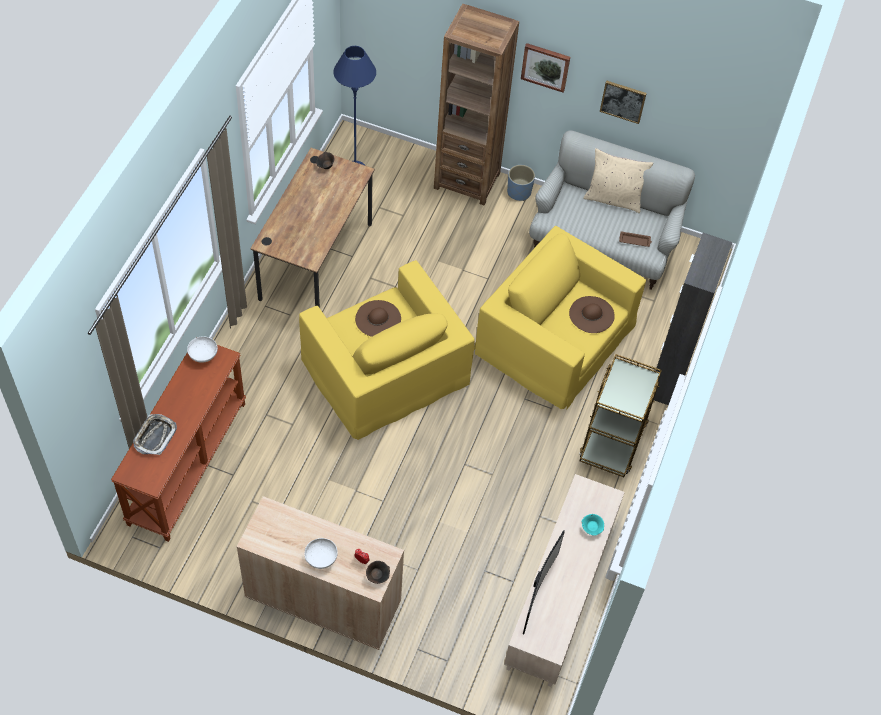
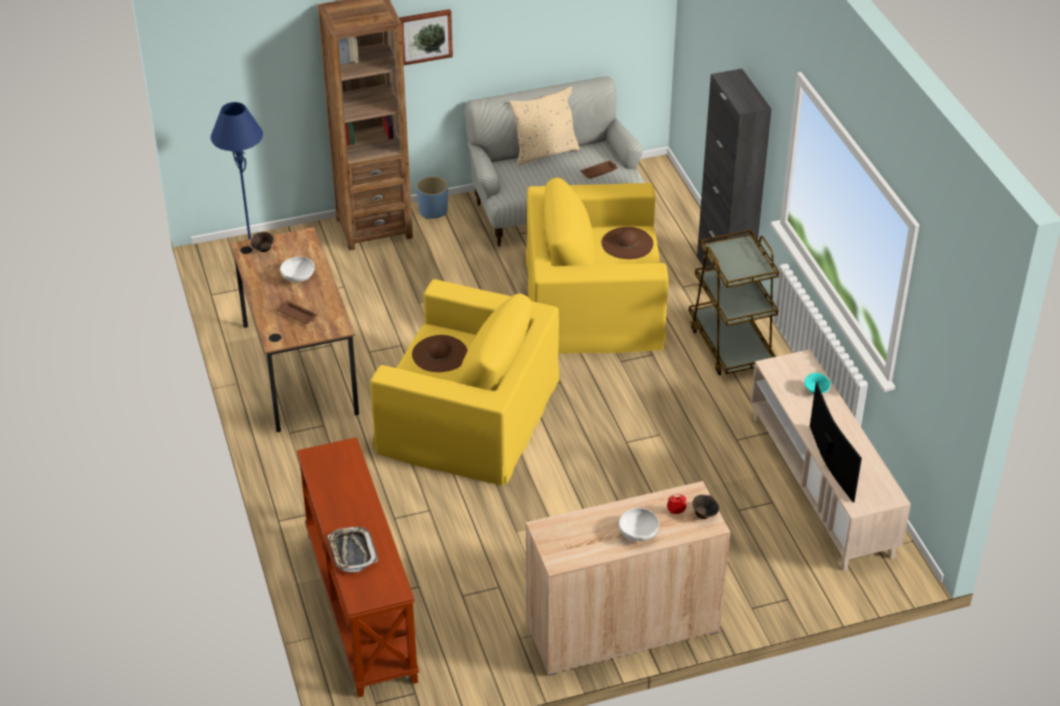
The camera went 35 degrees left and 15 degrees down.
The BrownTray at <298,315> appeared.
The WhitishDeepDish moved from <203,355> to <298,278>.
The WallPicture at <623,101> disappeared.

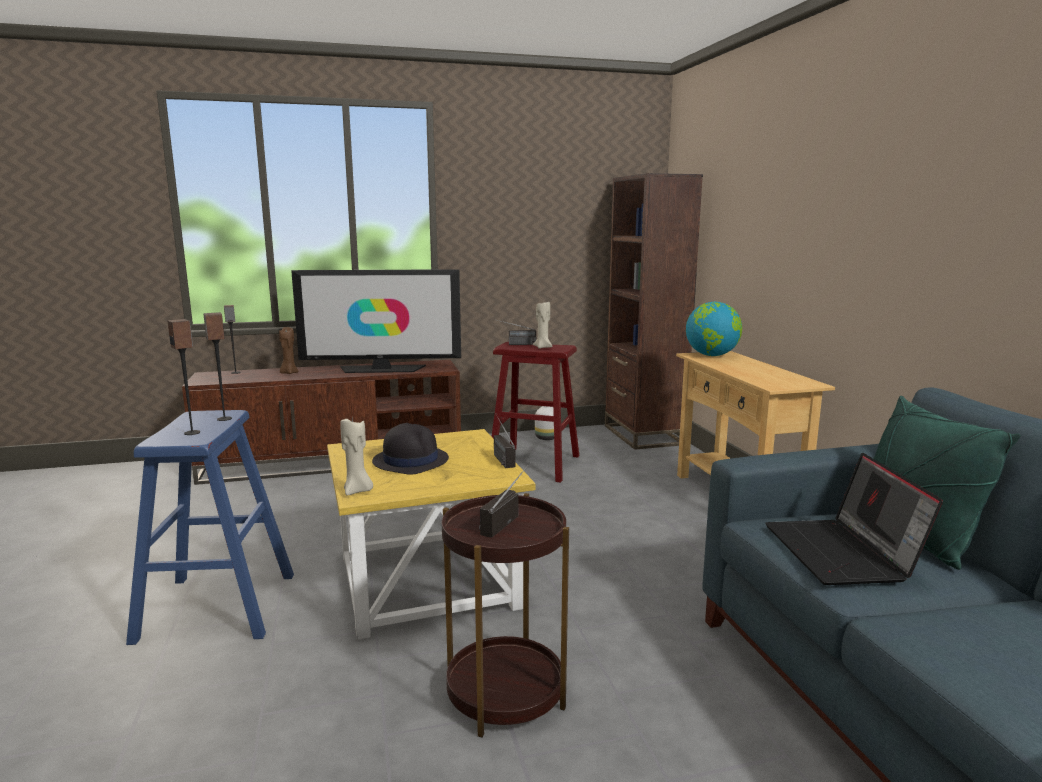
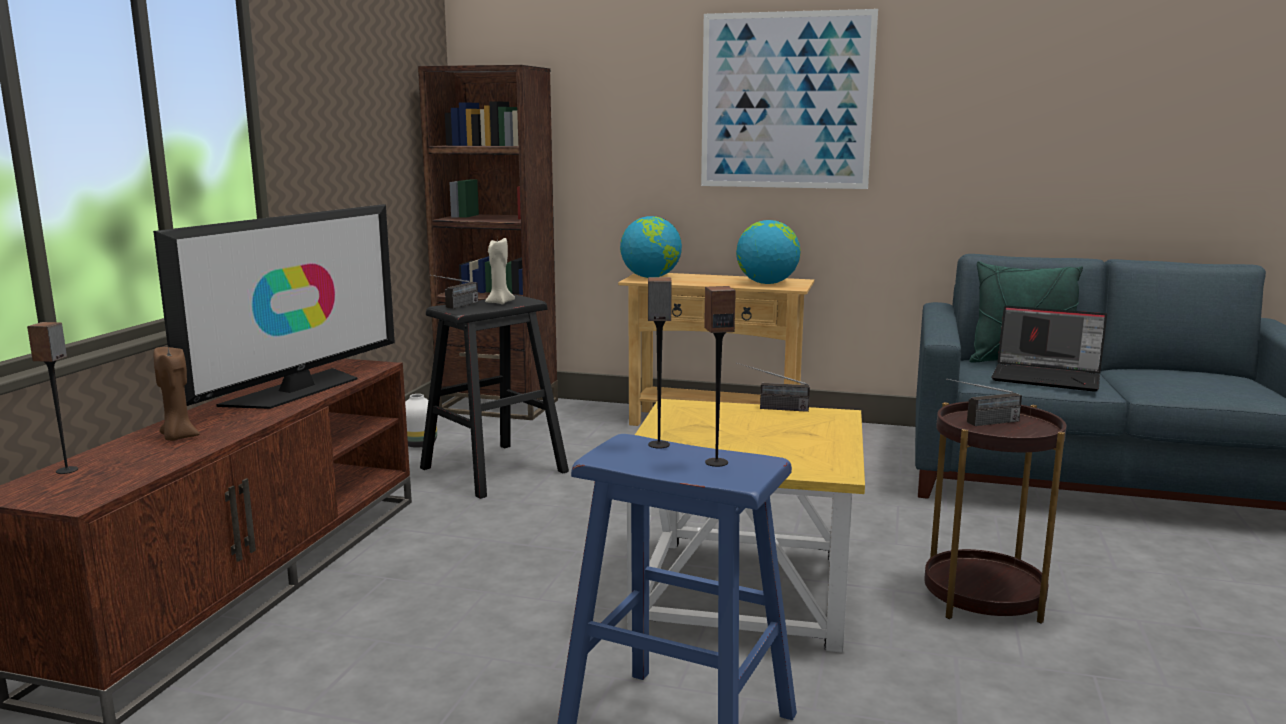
The camera went 60 degrees left and 0 degrees up.
The RedColouredSittingStool at <534,464> became the BlackColouredSittingStool at <494,470>.
The WallPicture at <786,101> appeared.
The WorldGlobe at <767,283> appeared.
The RadioReceiver at <505,519> turned 75 degrees counterclockwise.
The BeigeColouredCandle at <357,491> disappeared.
The BlackColouredWearableHat at <410,460> disappeared.

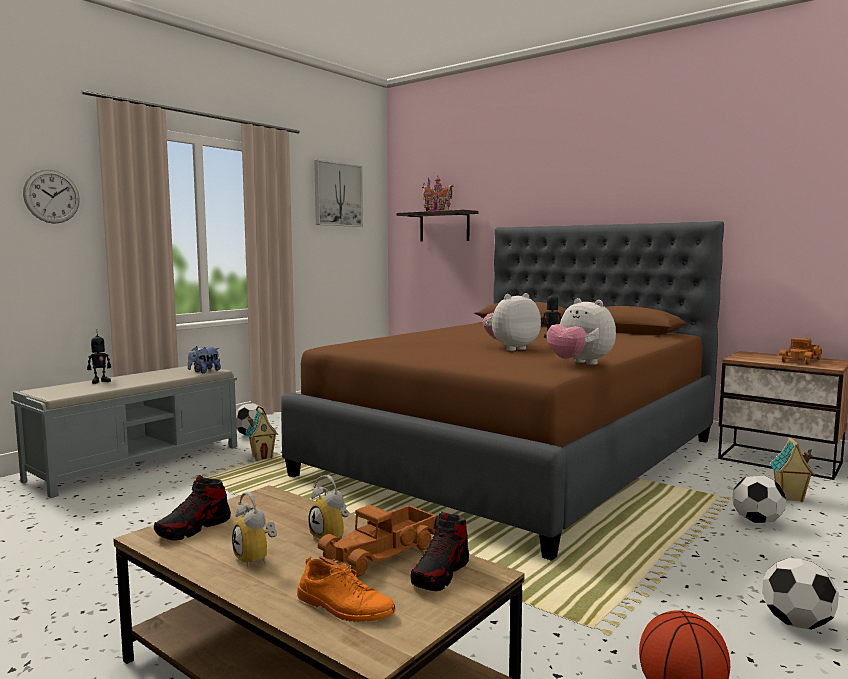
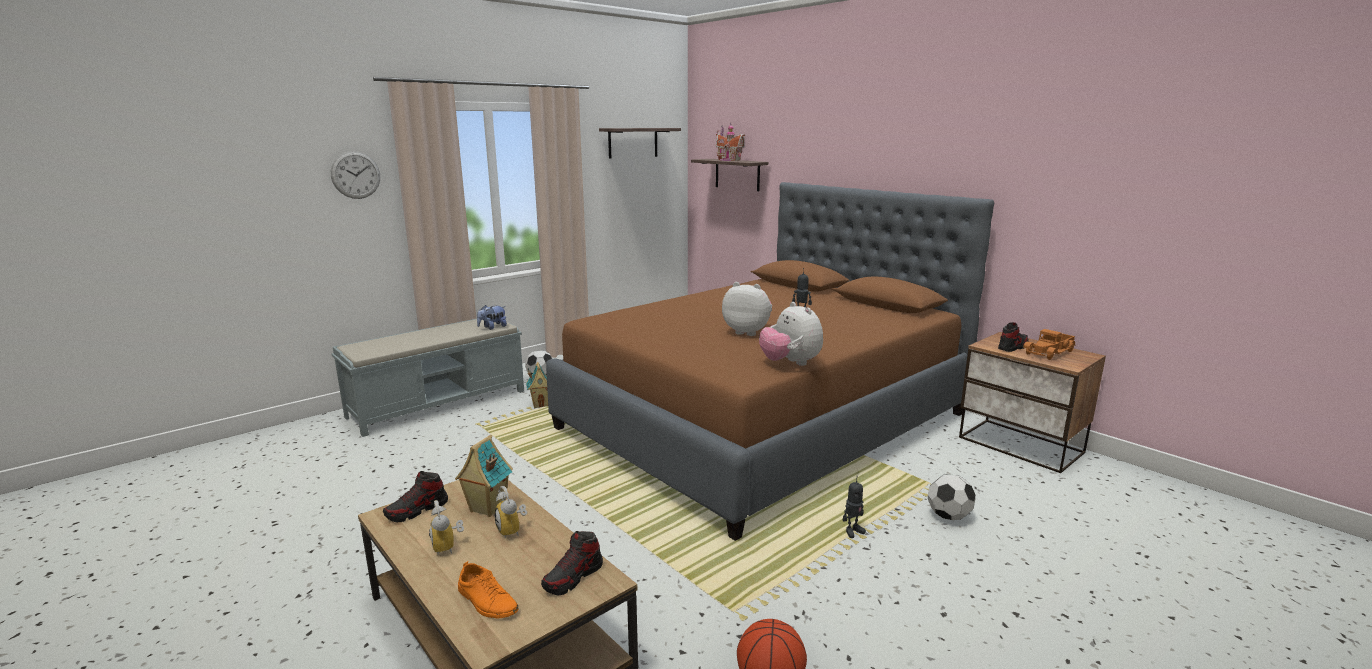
The camera went 10 degrees right and 10 degrees up.
The ModelHouse moved from <789,498> to <486,508>.
The WallPicture at <338,194> was replaced by the Shelf at <633,142>.
The CuddlyToy at <511,348> turned 45 degrees clockwise.
The ToyRobot moved from <100,381> to <852,531>.
The LowShoe at <1012,347> appeared.
The ModelTruck at <382,553> disappeared.
The FootballBall at <797,623> disappeared.

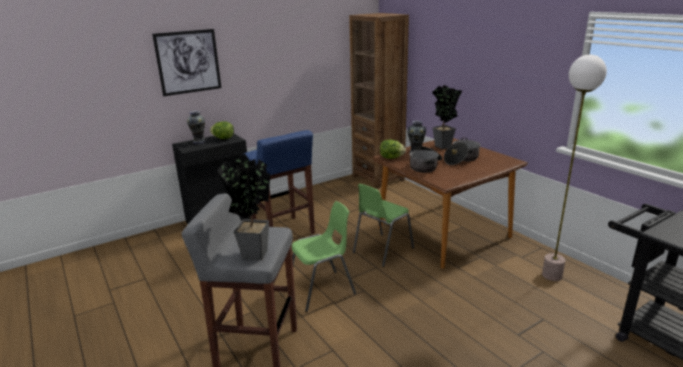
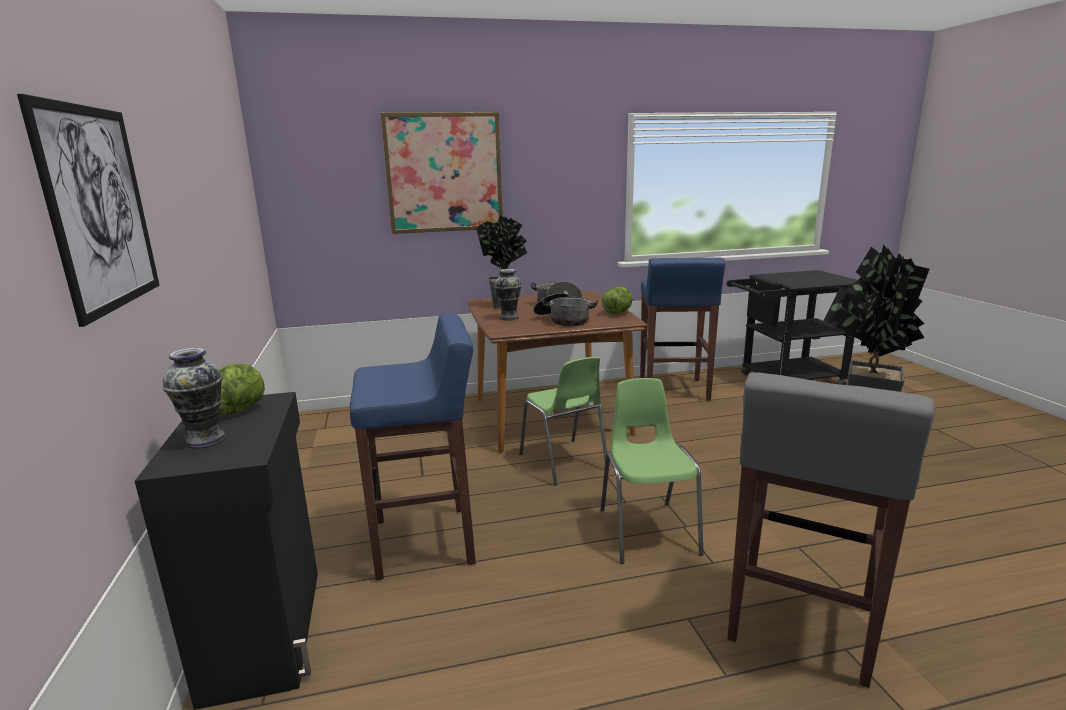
The camera went 70 degrees left and 5 degrees down.
The WallPicture at <444,173> appeared.
The Lettuce moved from <391,158> to <617,313>.
The FloorLamp at <551,275> was replaced by the BluishSittingStool at <673,390>.
The BrownBookshelf at <378,178> disappeared.

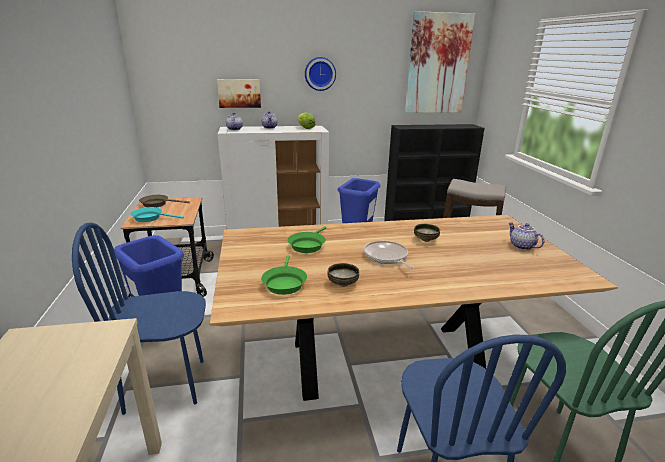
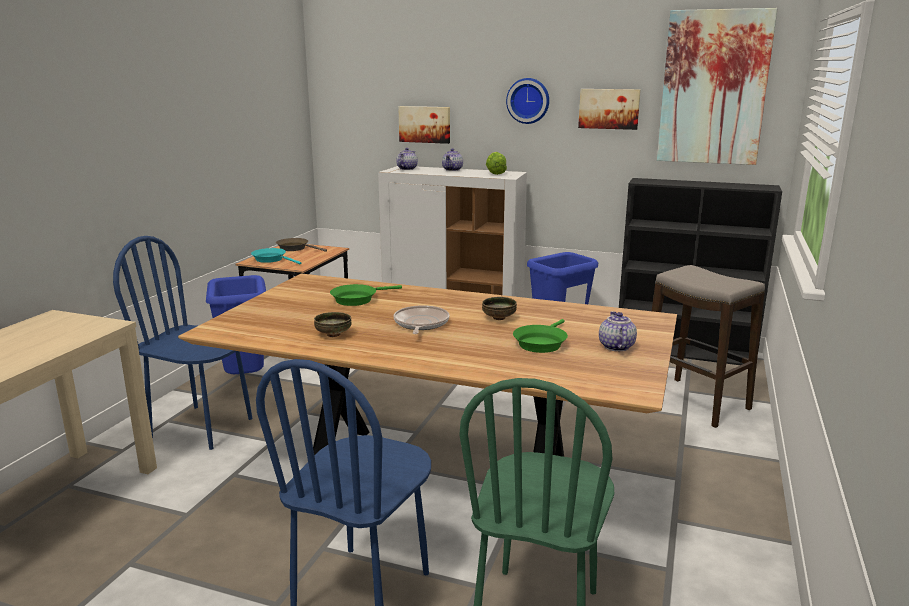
The camera went 30 degrees right and 5 degrees down.
The GreenSkillet moved from <284,283> to <541,343>.
The WallPicture at <609,108> appeared.

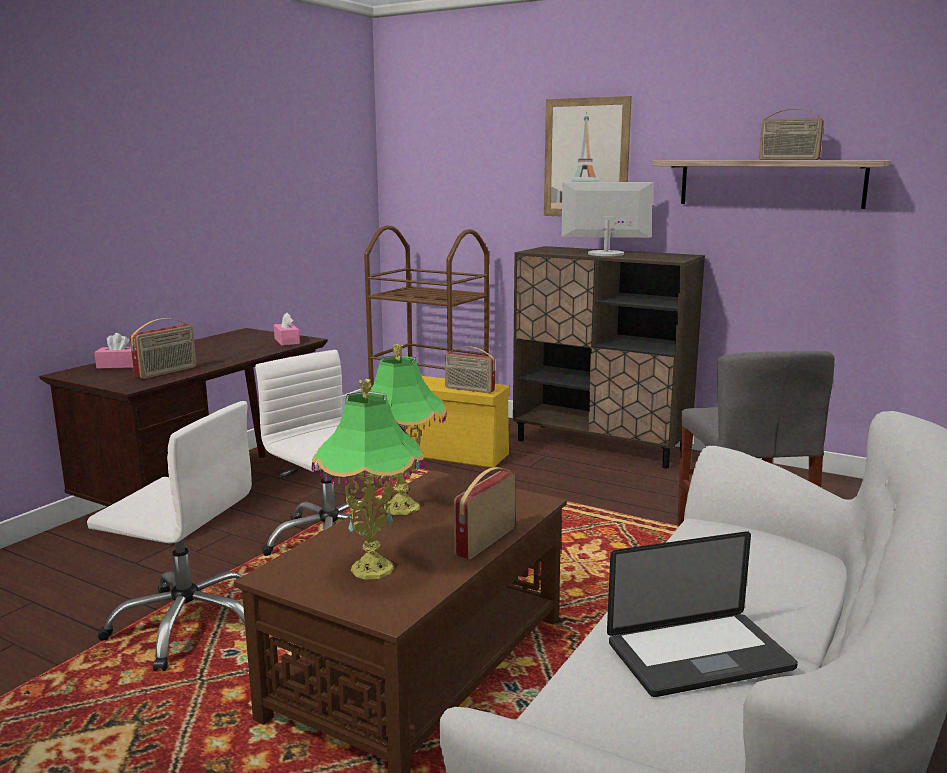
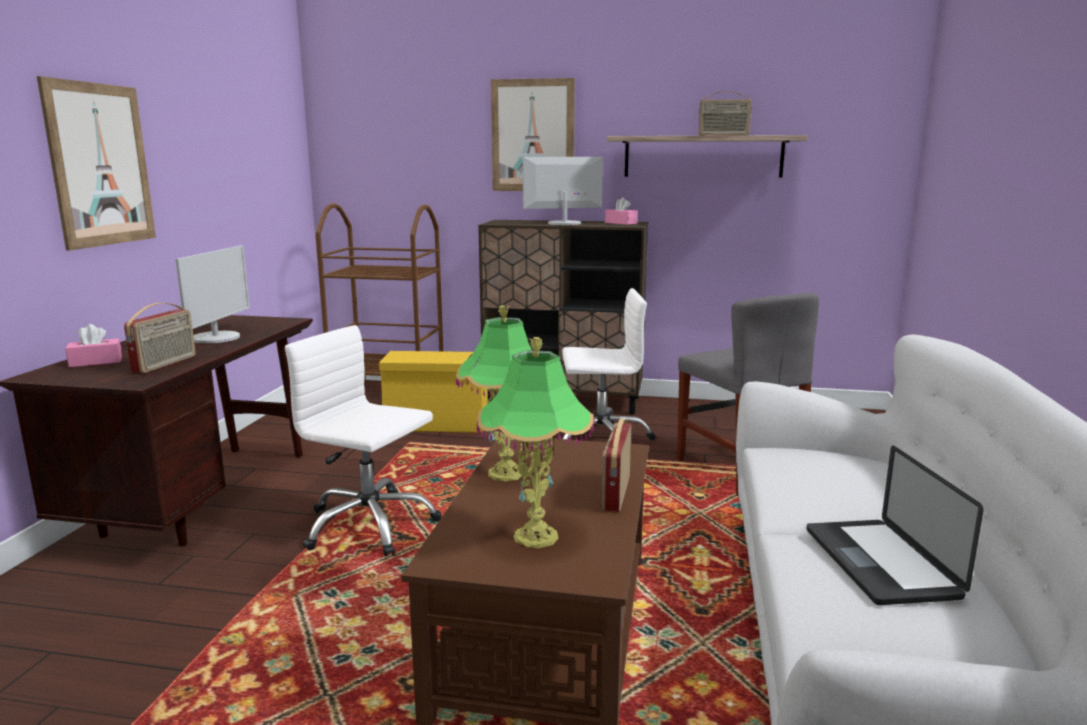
The camera went 20 degrees left and 0 degrees up.
The WallPicture at <100,165> appeared.
The Monitor at <216,338> appeared.
The WhitishDeskChair moved from <189,624> to <601,439>.
The PinkColouredTissueHolder moved from <287,341> to <621,223>.
The Laptop at <699,656> turned 120 degrees clockwise.
The RadioReceiver at <469,389> disappeared.

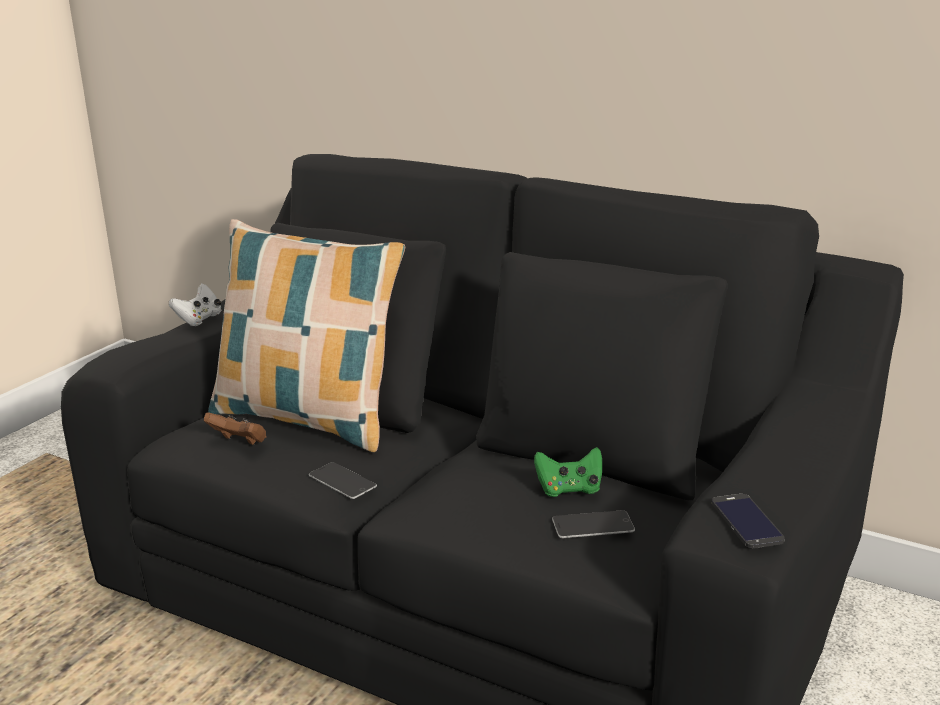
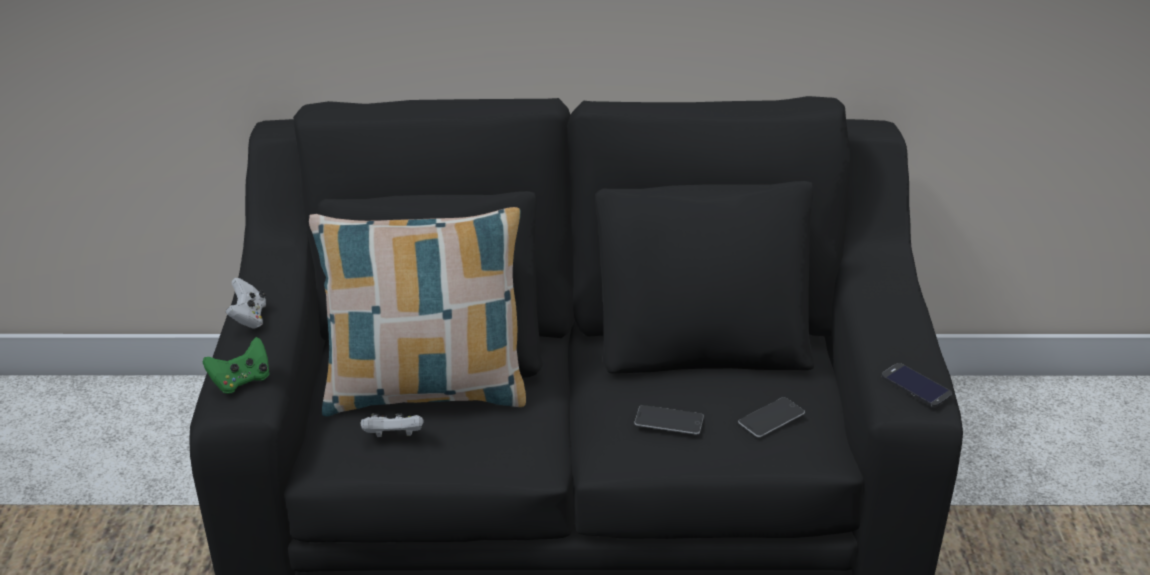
The camera went 30 degrees left and 10 degrees up.
The GreenGameController moved from <569,489> to <241,381>.
The BrownGameController at <239,442> became the WhitishGameController at <394,437>.
The Telephone moved from <342,481> to <669,420>.

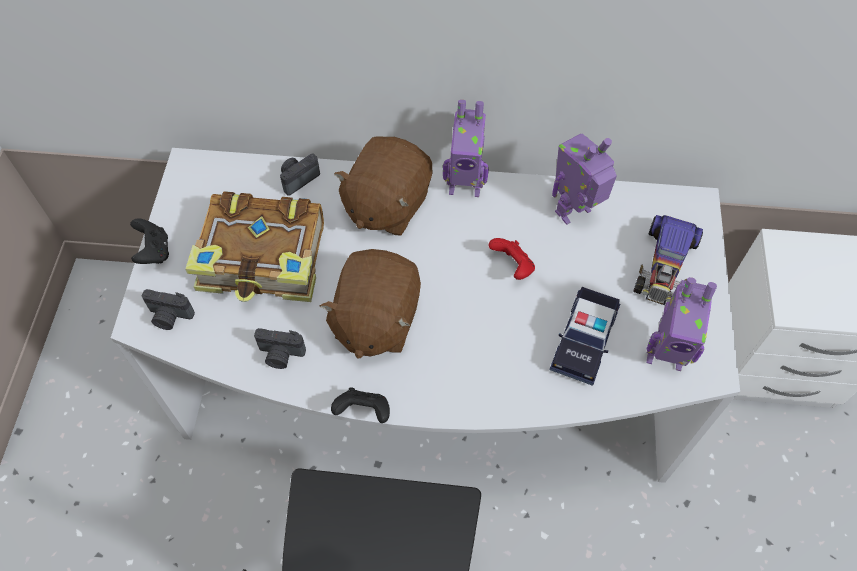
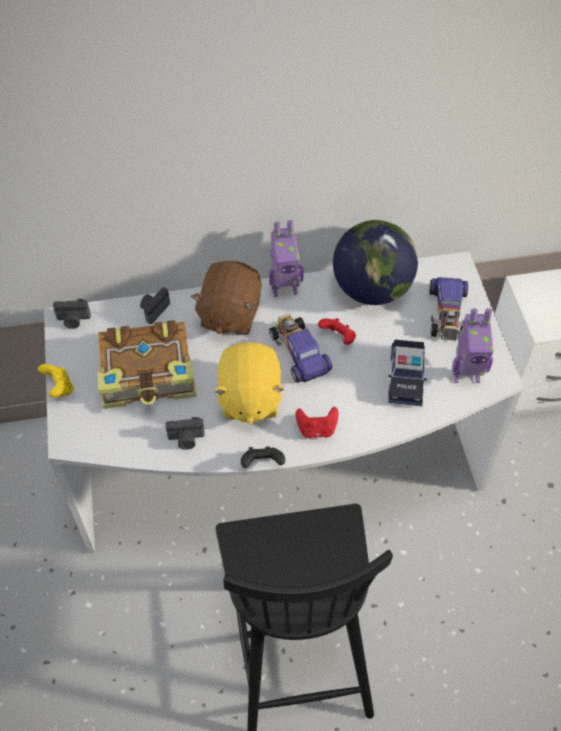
The camera went 15 degrees left and 5 degrees down.
The BlackColouredGameController at <154,252> became the YellowishGameController at <59,388>.
The StillCamera moved from <169,317> to <73,320>.
The BrownCuddlyToy at <375,320> became the YellowishCuddlyToy at <249,398>.
The ToyCar at <299,353> appeared.
The RedColouredGameController at <316,429> appeared.
The ToyRobot at <574,212> was replaced by the WorldGlobe at <371,290>.

